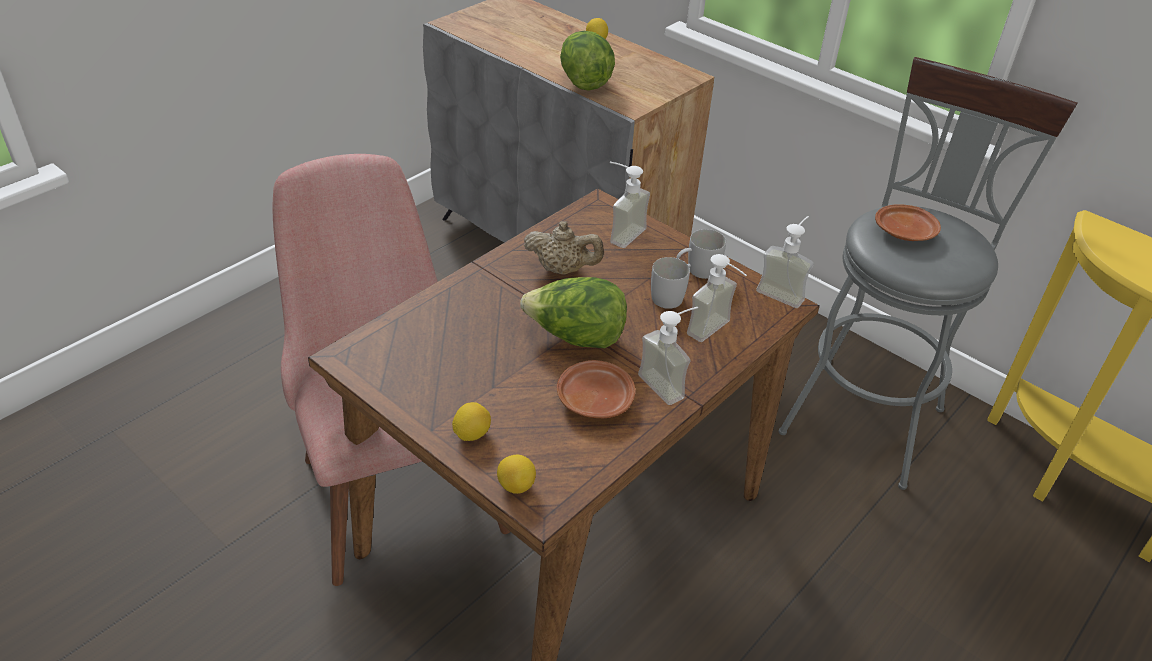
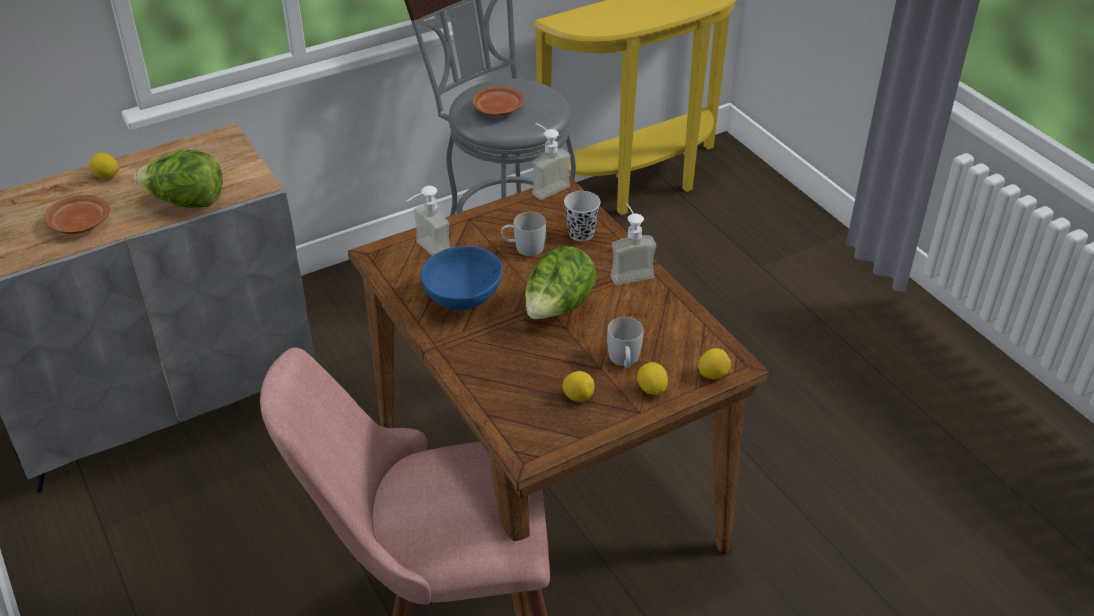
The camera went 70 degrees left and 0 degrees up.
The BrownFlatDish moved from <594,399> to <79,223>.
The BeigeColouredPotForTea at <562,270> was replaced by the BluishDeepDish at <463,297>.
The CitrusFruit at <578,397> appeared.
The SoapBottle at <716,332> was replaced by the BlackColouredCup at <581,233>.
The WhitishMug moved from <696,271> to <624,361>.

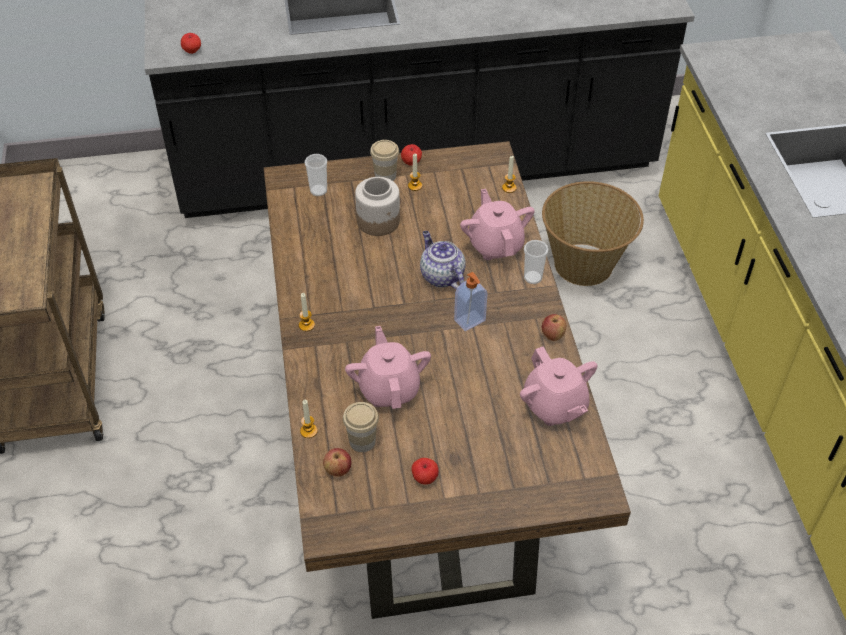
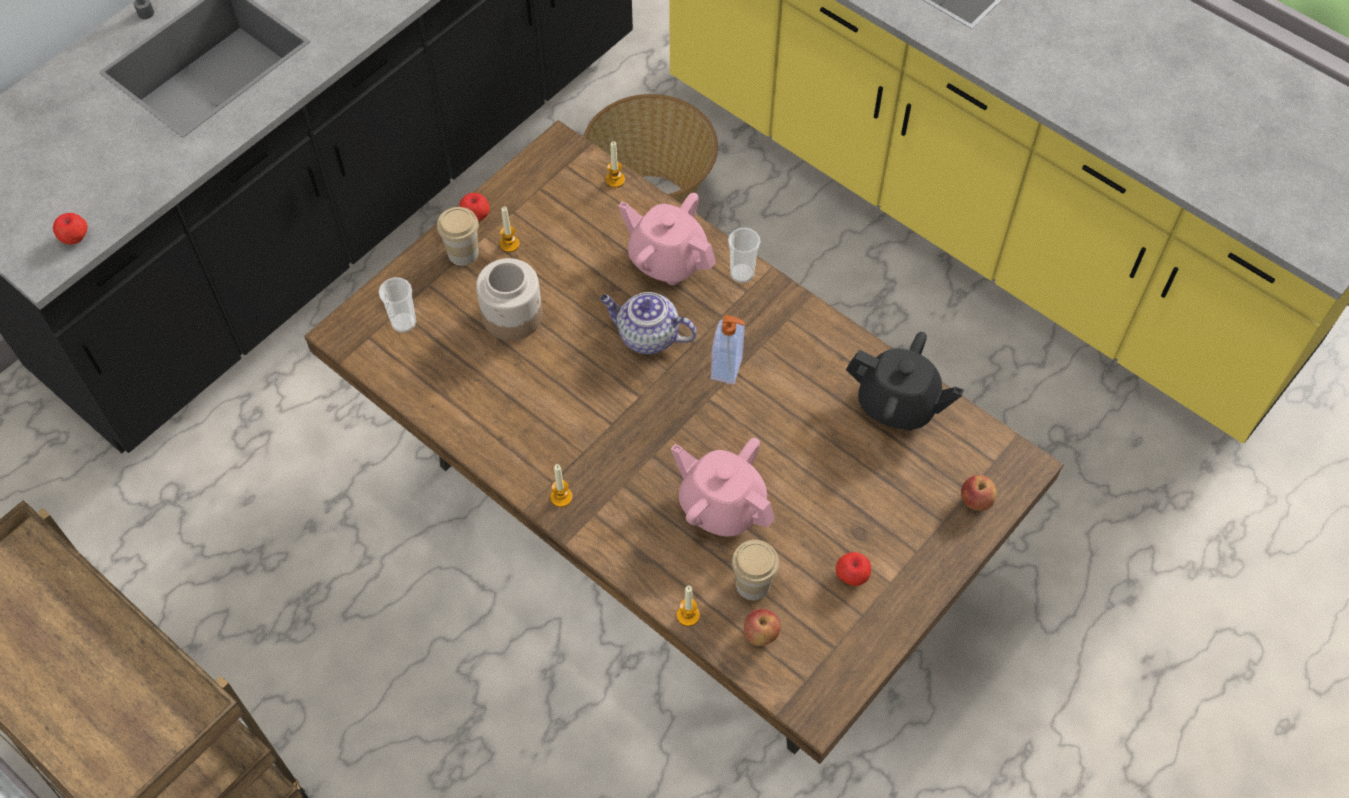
The camera went 40 degrees left and 10 degrees up.
The PinkColouredPotForTea at <554,406> became the BlackColouredPotForTea at <898,404>.
The WholeApple moved from <552,335> to <975,501>.

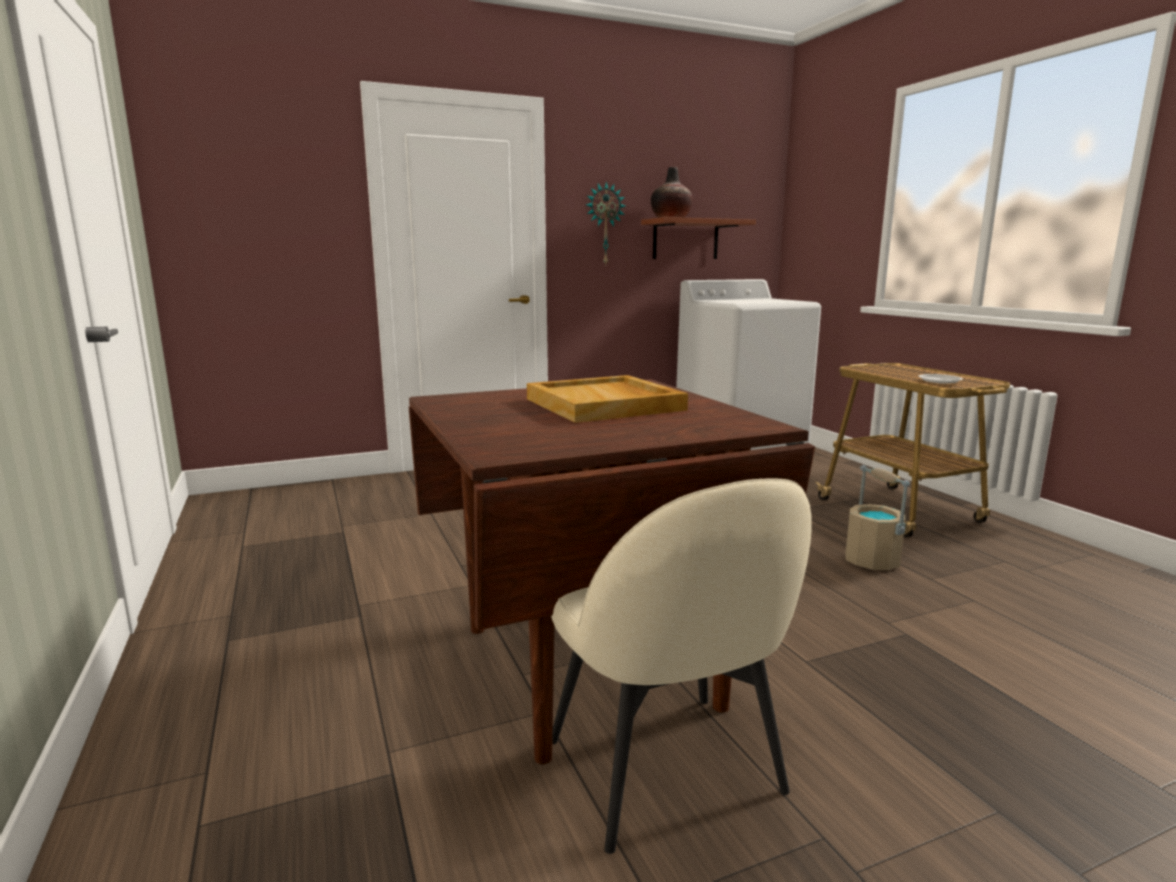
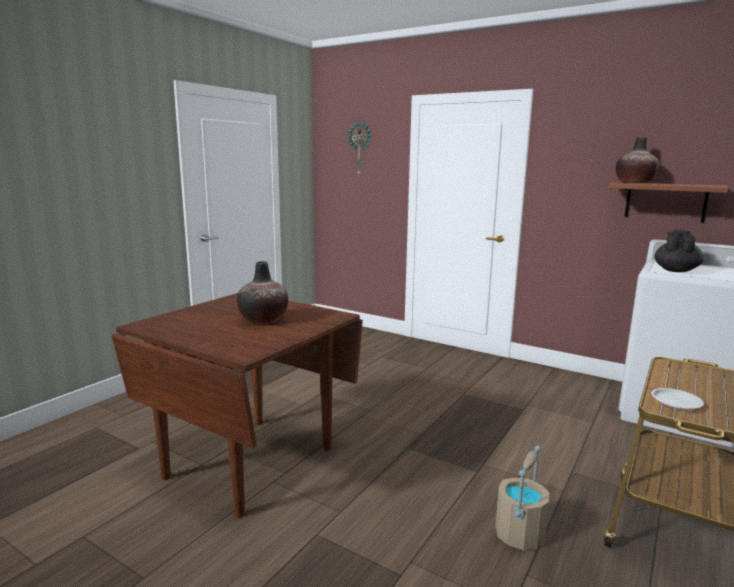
The camera went 55 degrees right and 0 degrees up.
The BeigeColouredTray at <605,404> was replaced by the DecorativeVase at <263,320>.
The ClockOnTheWall moved from <604,224> to <360,149>.
The BlackColouredPotForTea at <676,270> appeared.
The BeigeColouredPlainChair at <667,771> disappeared.

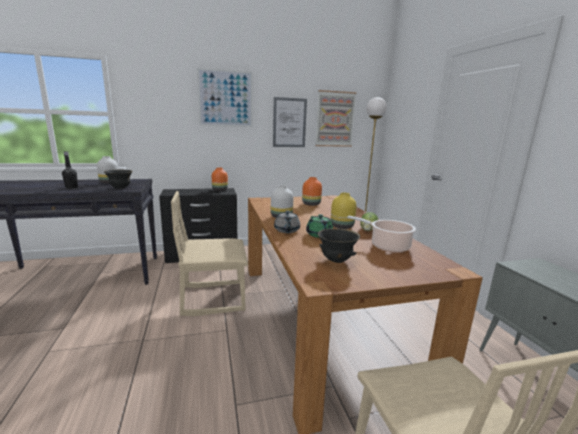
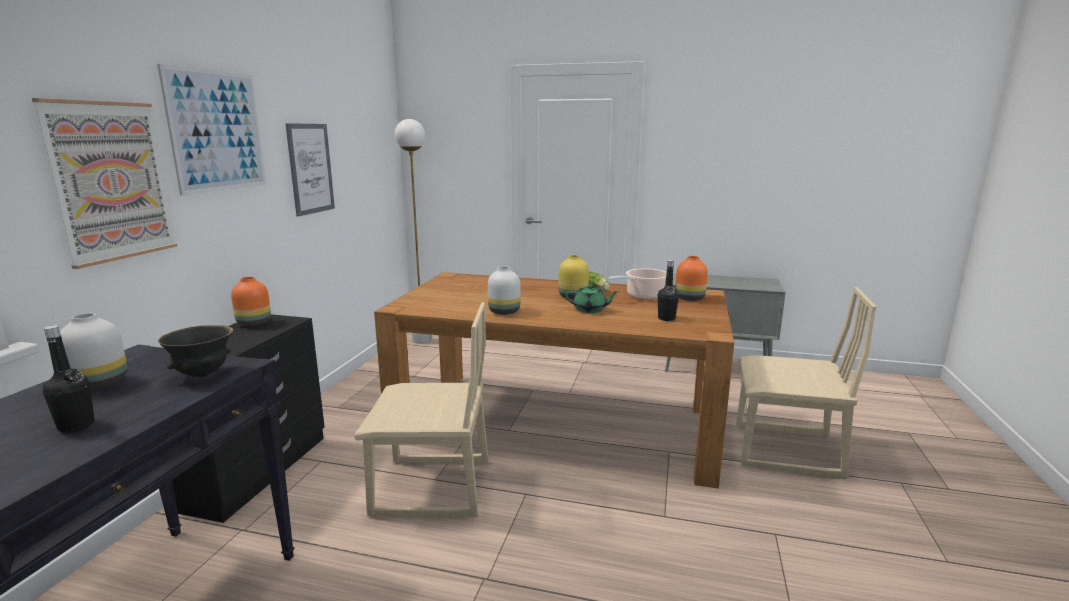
The camera went 60 degrees left and 0 degrees up.
The WallPicture moved from <335,119> to <111,181>.
The BeigeColouredPlainChair at <213,298> turned 105 degrees counterclockwise.
The BlackColouredDeepDish at <337,261> was replaced by the BlackColouredBottle at <666,318>.
The OrangeColouredDecorativeVase moved from <310,204> to <689,298>.
The GrayPotForTea at <286,230> disappeared.

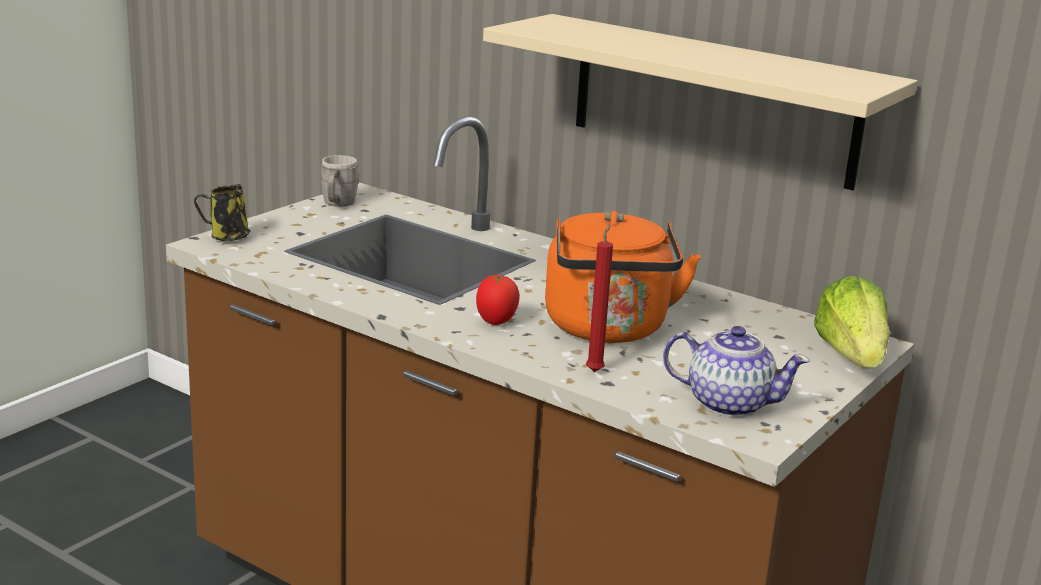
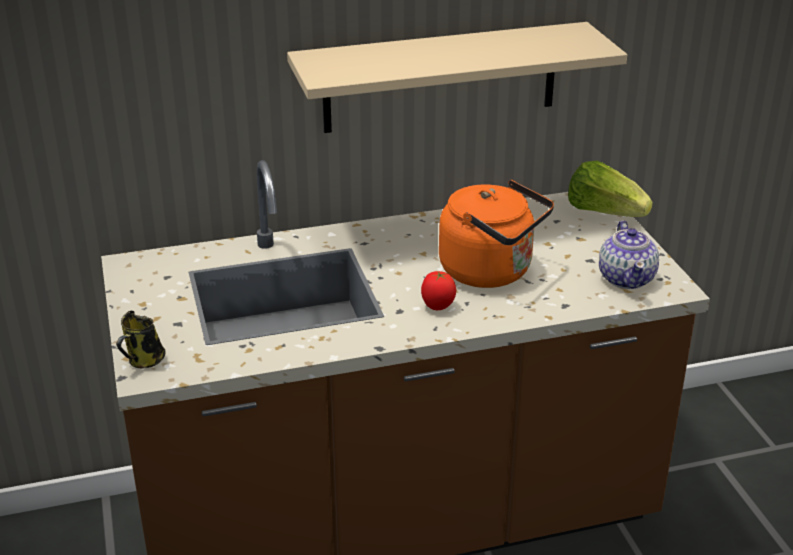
The camera went 50 degrees left and 10 degrees up.
The PotForTea at <728,403> turned 120 degrees clockwise.
The GrayMug at <337,204> disappeared.
The RedColouredCandle at <595,370> disappeared.

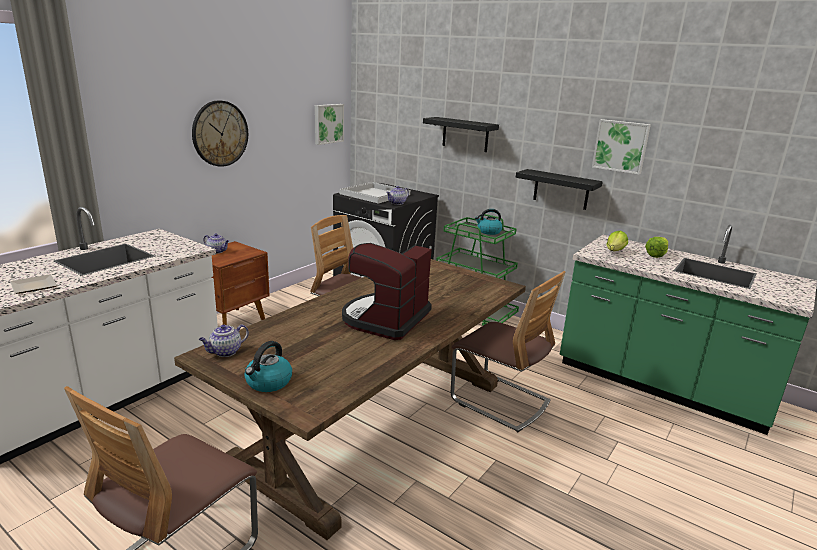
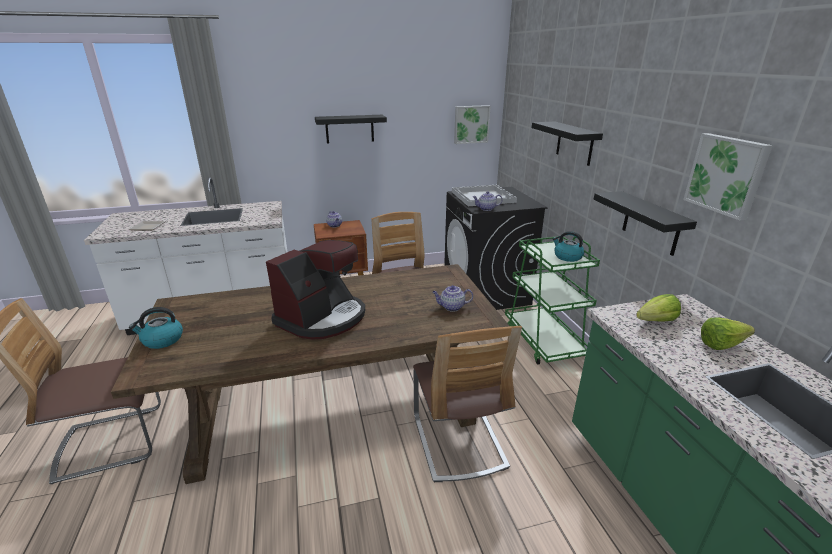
The camera went 40 degrees right and 5 degrees up.
The CoffeeMachine at <385,319> turned 150 degrees clockwise.
The ClockOnTheWall at <220,133> was replaced by the BlackColouredShelf at <349,129>.
The PotForTea moved from <225,352> to <451,307>.

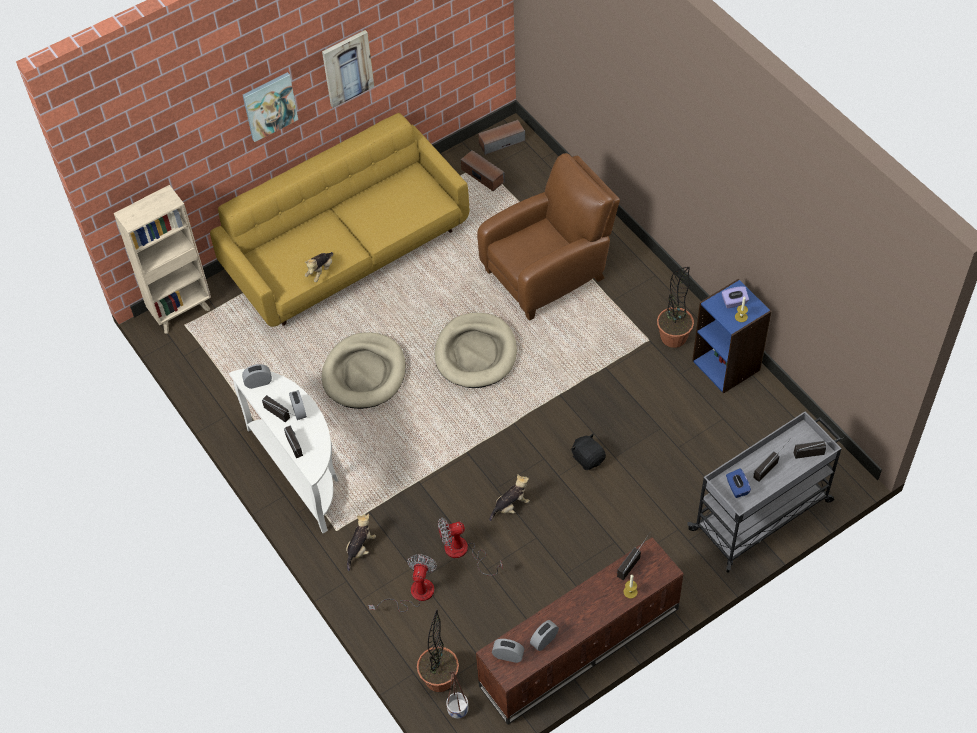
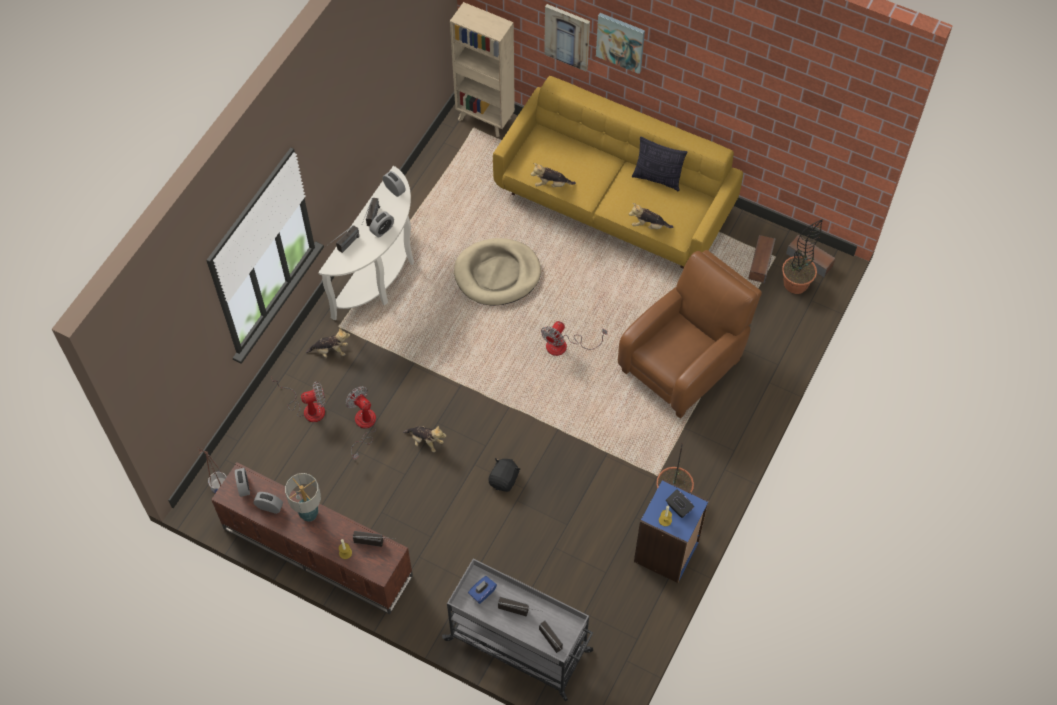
The camera went 60 degrees right and 5 degrees up.
The LampForATable at <309,515> appeared.
The BeigeColouredDogBed at <476,353> was replaced by the Fan at <564,346>.
The WallPicture moved from <347,68> to <567,36>.
The BrownEasyChair at <548,272> turned 75 degrees counterclockwise.
The CuddlyToy at <649,225> appeared.
The Pillow at <657,178> appeared.
The PurplishTissueHolder at <734,302> became the BlackColouredTissueHolder at <678,508>.
The PlantInAPot moved from <439,678> to <795,283>.

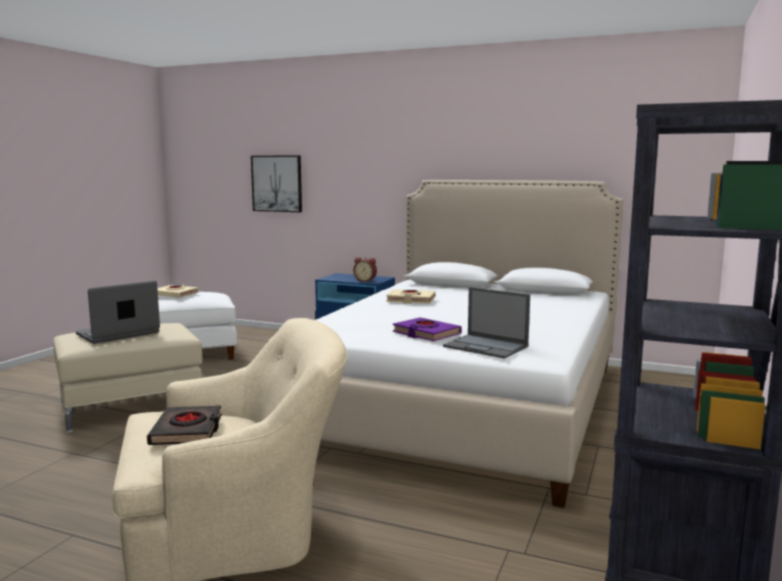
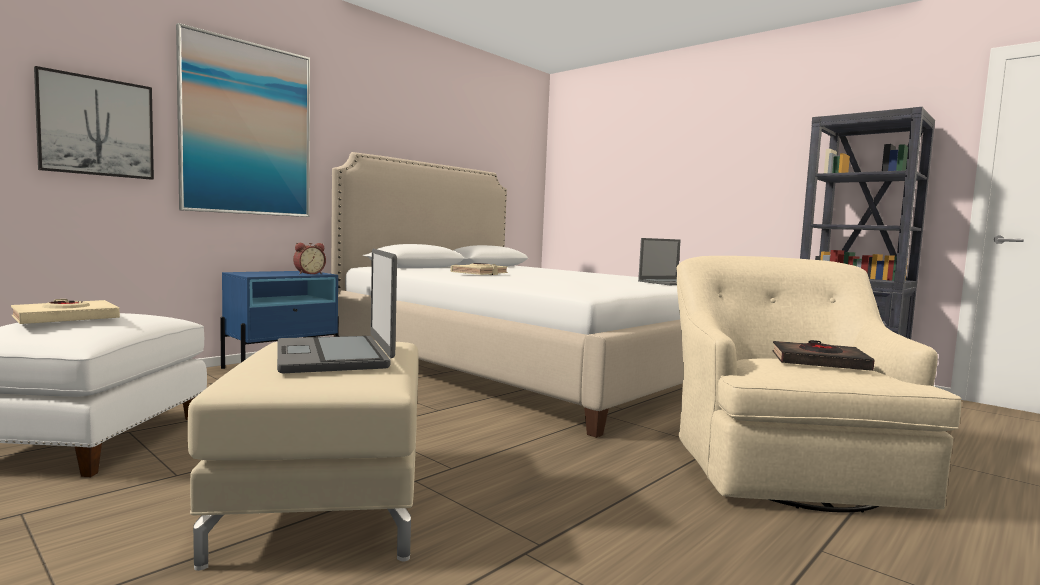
The camera went 70 degrees left and 5 degrees down.
The WallPicture at <247,129> appeared.
The PurplishVolume at <426,334> disappeared.

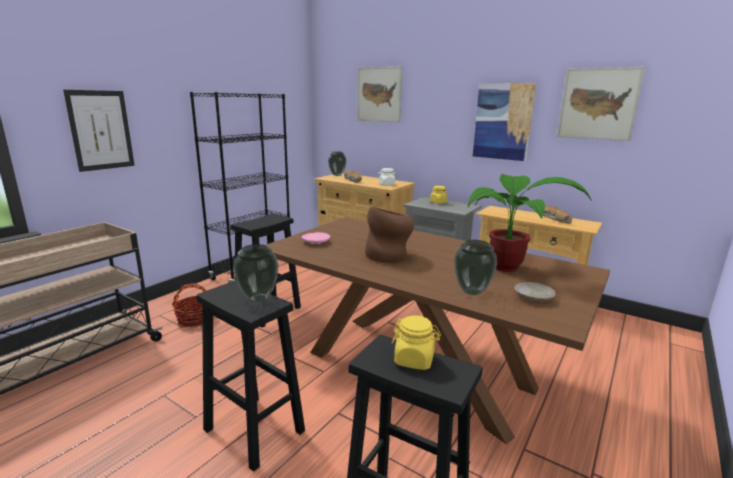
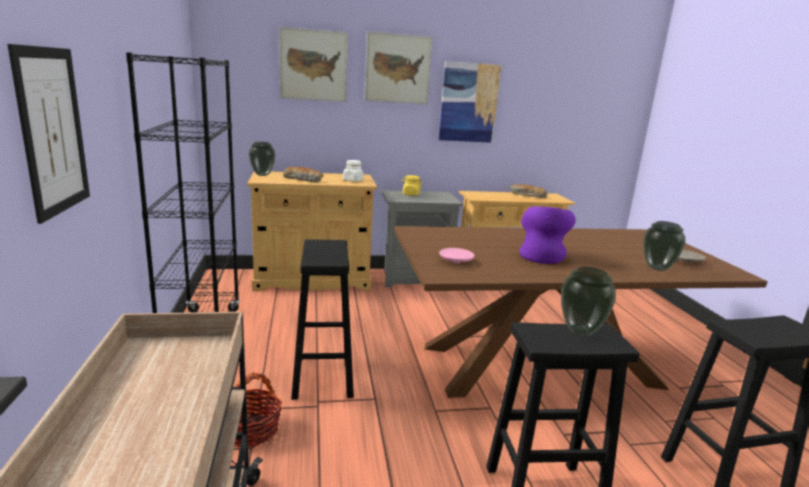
The camera went 45 degrees left and 0 degrees up.
The WallPicture moved from <598,104> to <398,69>.
The BrownDecorativeVase at <389,255> became the PurplishDecorativeVase at <541,256>.
The YellowishStorageJar at <414,360> disappeared.
The PlantInAPot at <510,268> disappeared.

